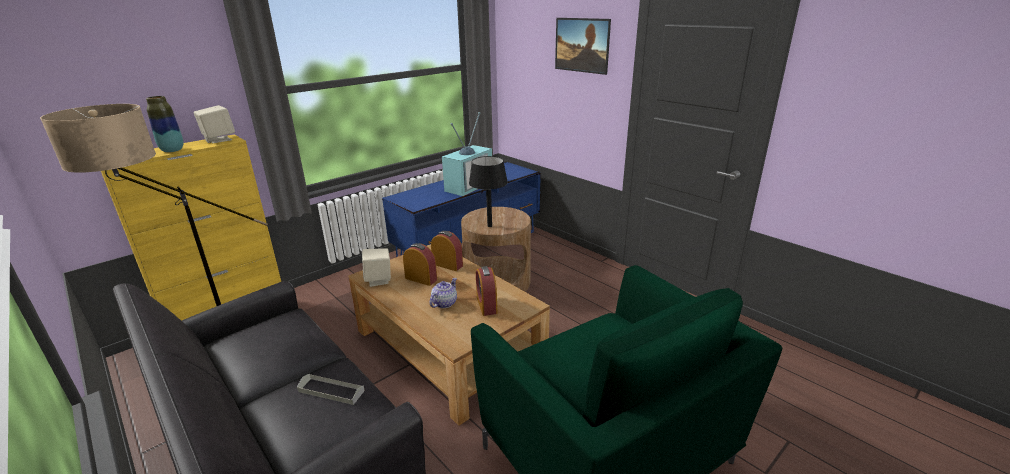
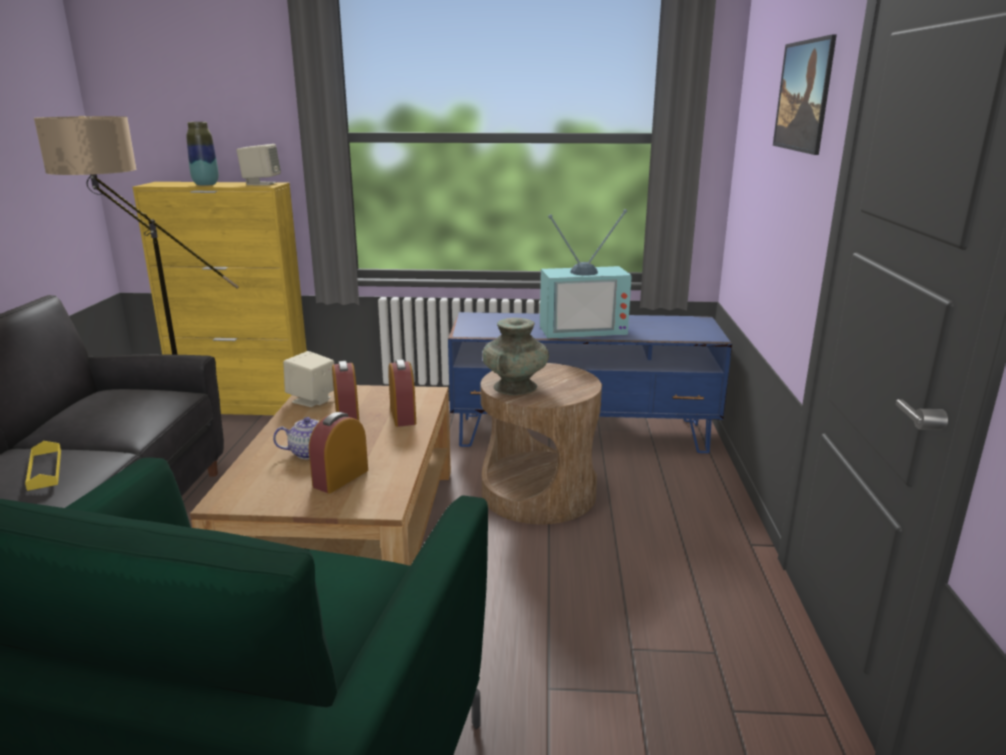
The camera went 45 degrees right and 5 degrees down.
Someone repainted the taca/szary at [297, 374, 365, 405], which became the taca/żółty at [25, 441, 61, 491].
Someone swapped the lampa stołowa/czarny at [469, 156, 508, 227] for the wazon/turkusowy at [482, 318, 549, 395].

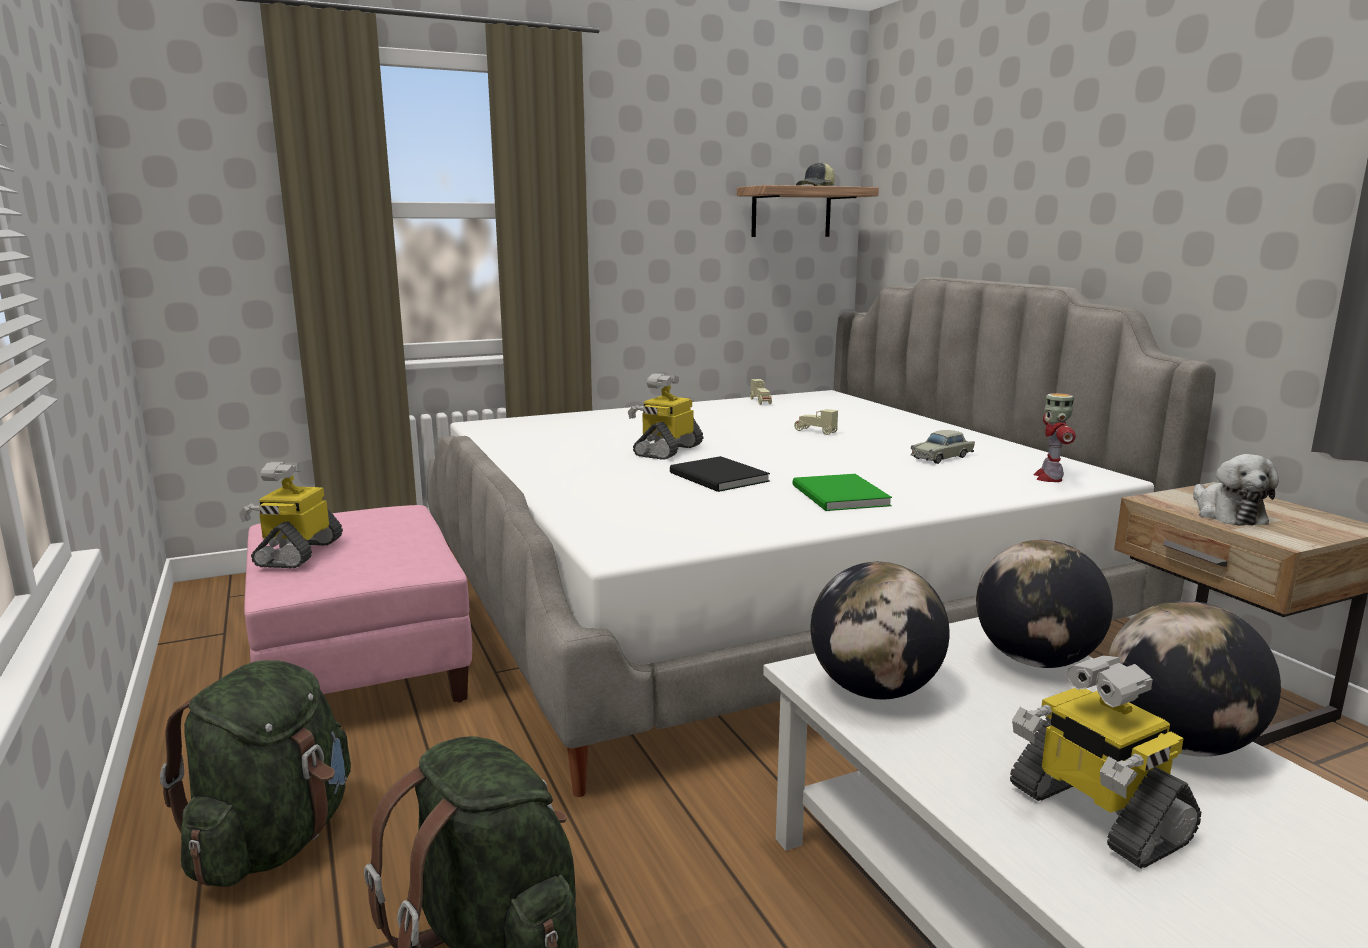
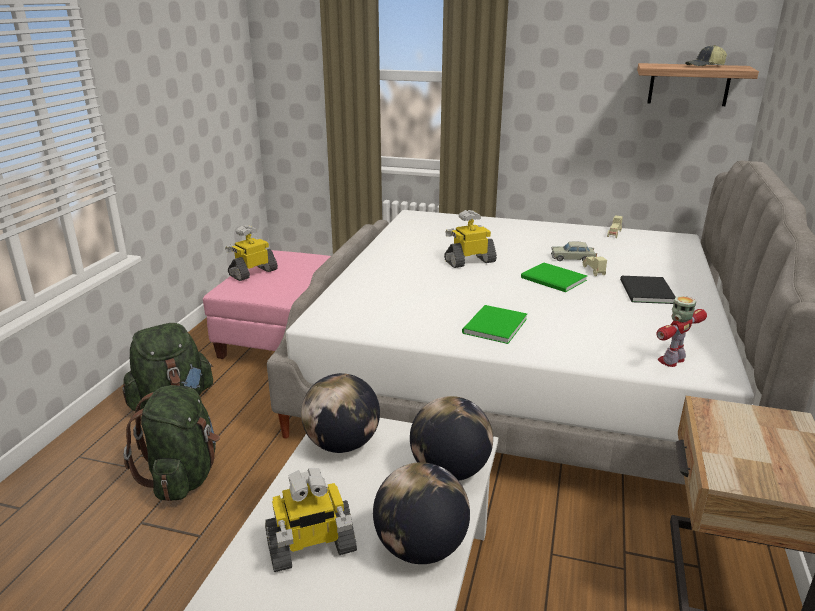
The camera went 40 degrees right and 10 degrees up.
Someone rotated the robot zabawkowy at [1010, 655, 1201, 869] by 120 degrees counterclockwise.
Someone put down the książka/zielony at [521, 263, 587, 292].
Someone carried the samochodzik/beżowy from [911, 430, 975, 464] to [551, 242, 597, 261].
Someone carried the książka/czarny from [670, 456, 770, 492] to [620, 276, 675, 304].
Someone took away the pluszak at [1193, 454, 1279, 526].

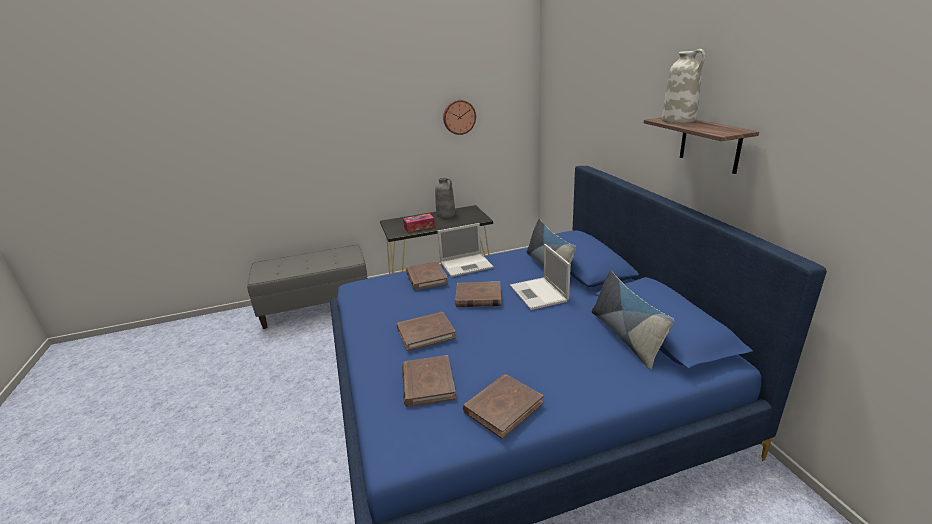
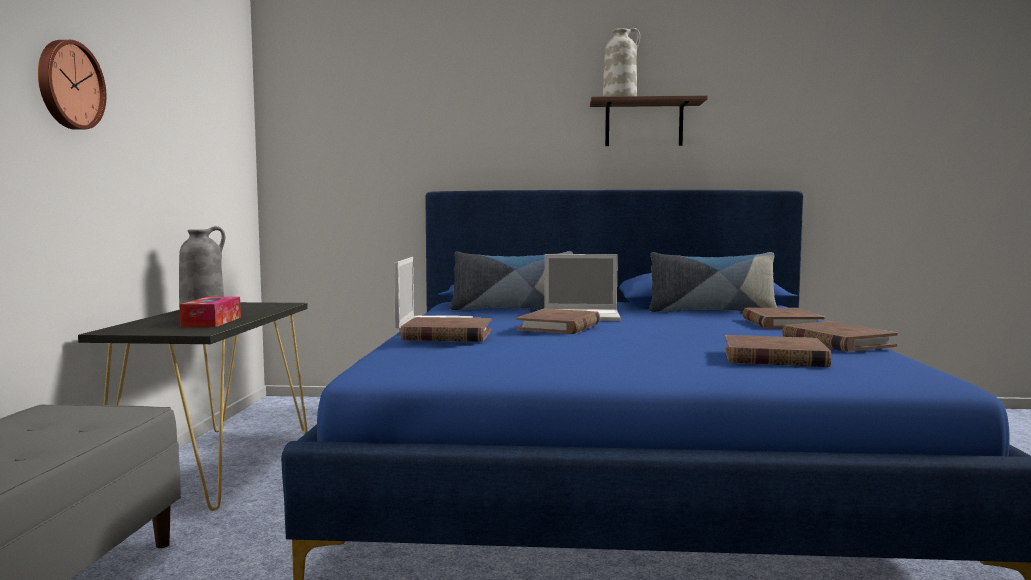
The camera went 70 degrees left and 20 degrees down.
Someone carried the zegar ścienny from [443, 100, 476, 135] to [38, 40, 106, 130].
Someone carried the książka/brązowy from [397, 312, 456, 351] to [742, 308, 825, 329].

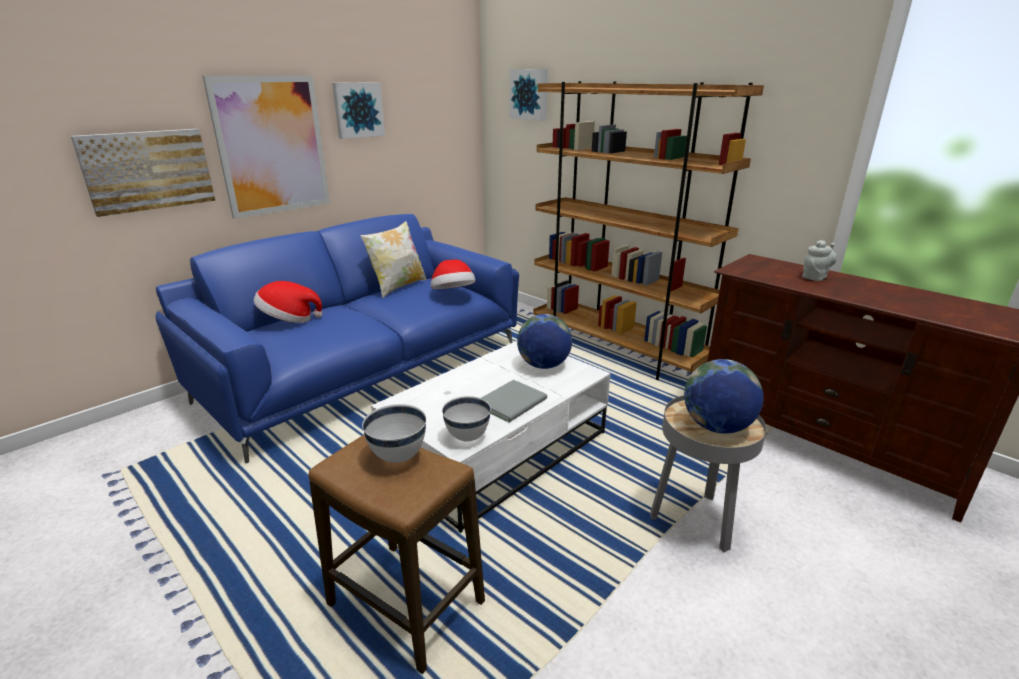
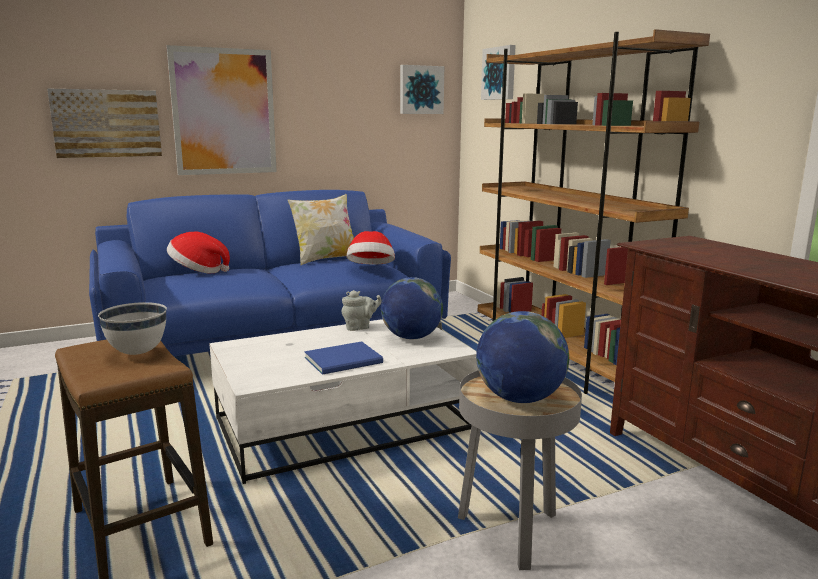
The camera went 20 degrees right and 10 degrees down.
Someone repainted the książka/szary at [482, 380, 547, 422], which became the książka/niebieski at [304, 341, 383, 375].
Someone carried the imbryk/szary from [802, 240, 837, 281] to [341, 290, 382, 331].
Someone carried the obraz from [332, 82, 385, 139] to [400, 65, 444, 114].
Someone took away the miska/biały at [442, 396, 491, 441].

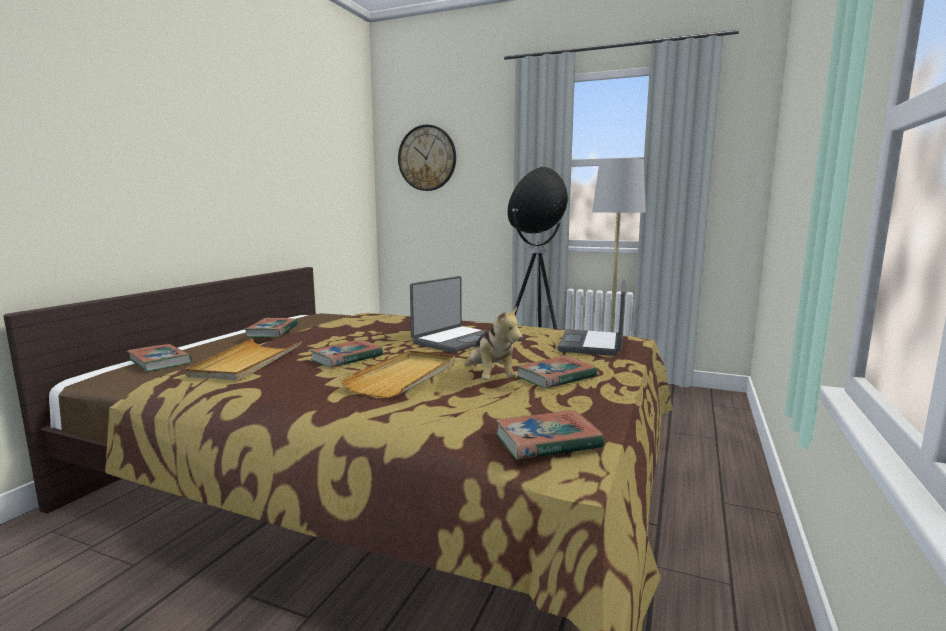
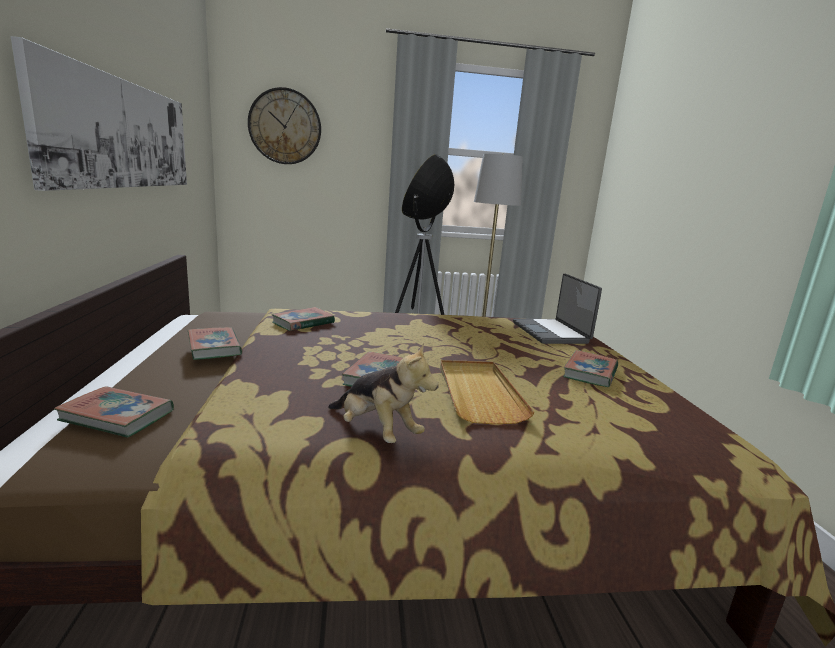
The camera went 30 degrees left and 5 degrees up.
Someone put up the obraz at [11, 36, 187, 191].
Someone carried the książka from [496, 410, 604, 460] to [271, 307, 335, 331].
Someone carried the pluszak from [463, 306, 523, 380] to [328, 343, 439, 443].
Someone took away the taca/beżowy at [185, 339, 302, 381].
Someone took away the laptop at [410, 276, 485, 353].

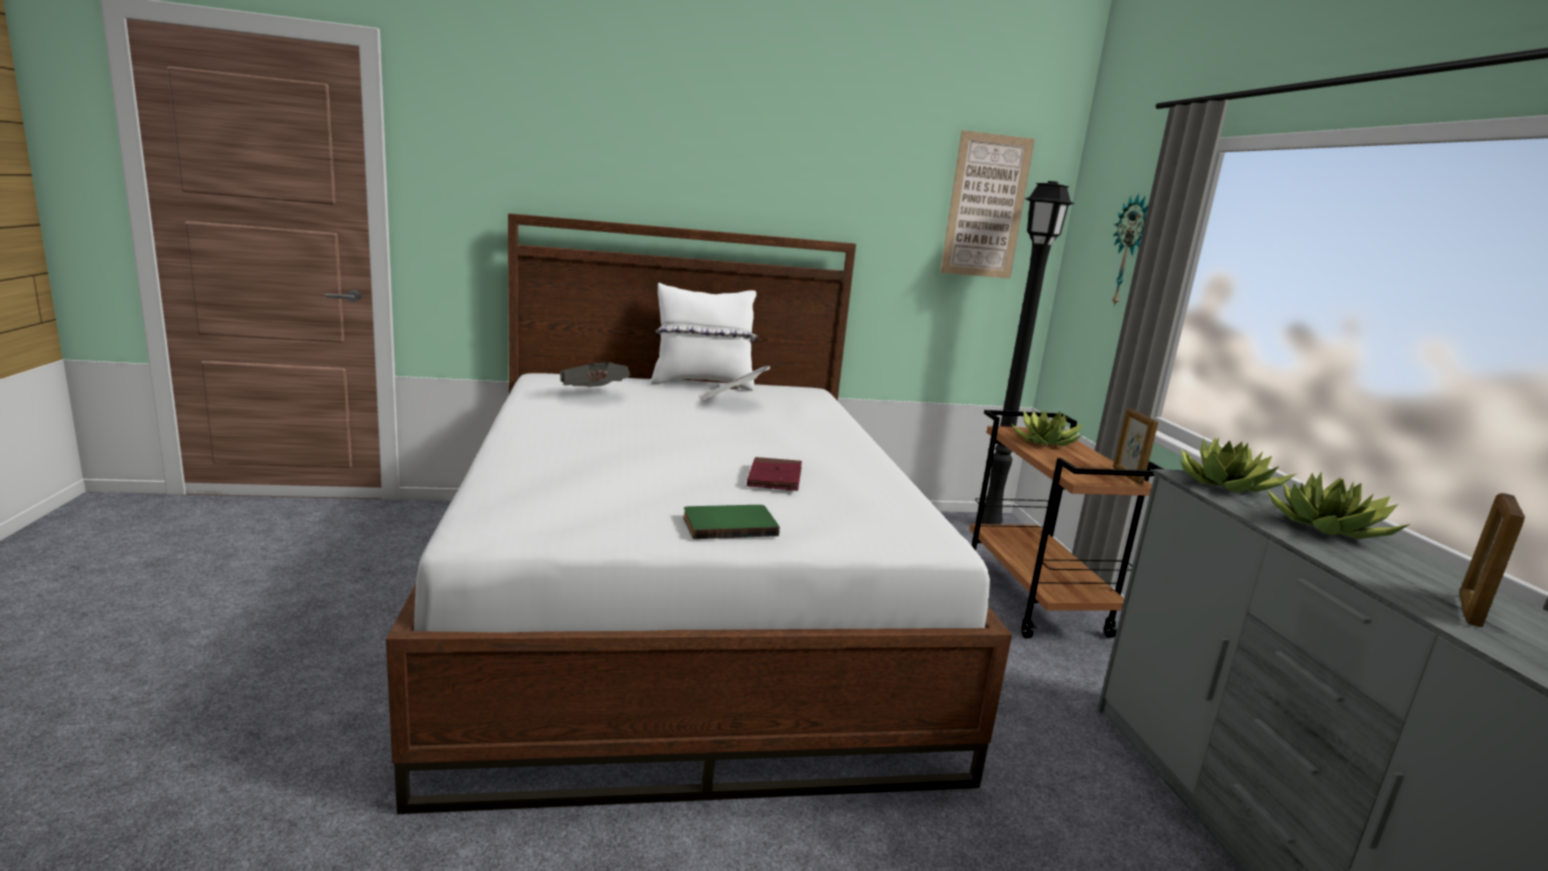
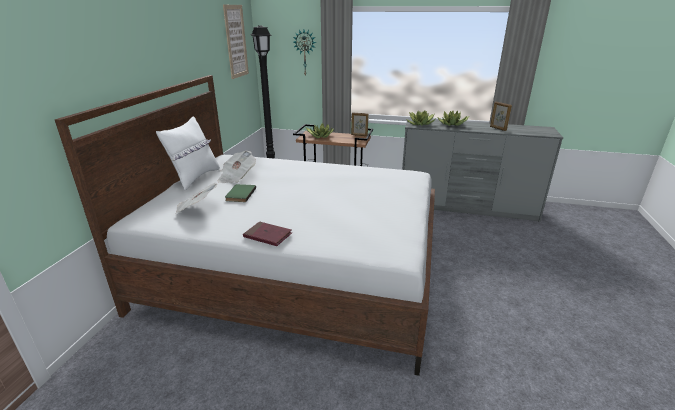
The camera went 65 degrees left and 10 degrees up.
Someone carried the książka/zielony from [683, 505, 780, 539] to [225, 184, 256, 202].
Someone carried the książka/czerwony from [747, 457, 802, 491] to [243, 222, 292, 246].

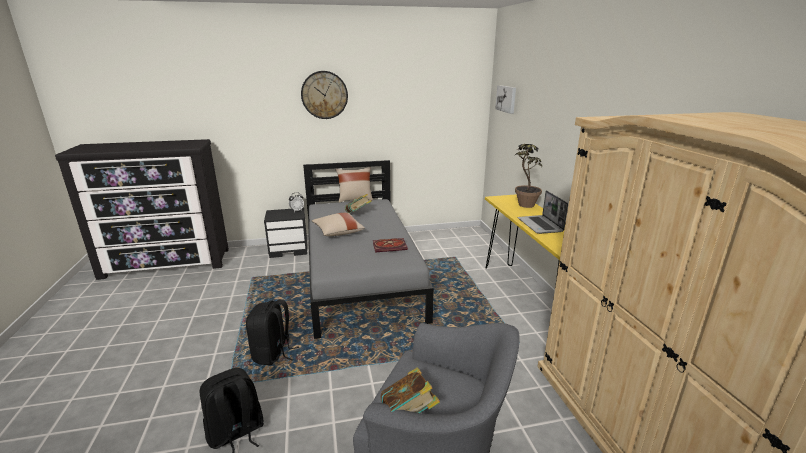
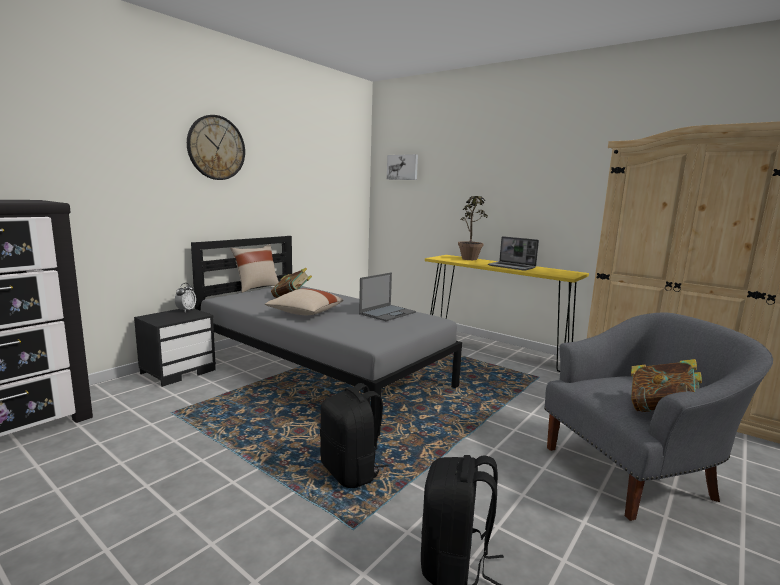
The camera went 40 degrees left and 10 degrees down.
Someone swapped the książka at [373, 238, 408, 252] for the laptop at [359, 272, 416, 321].

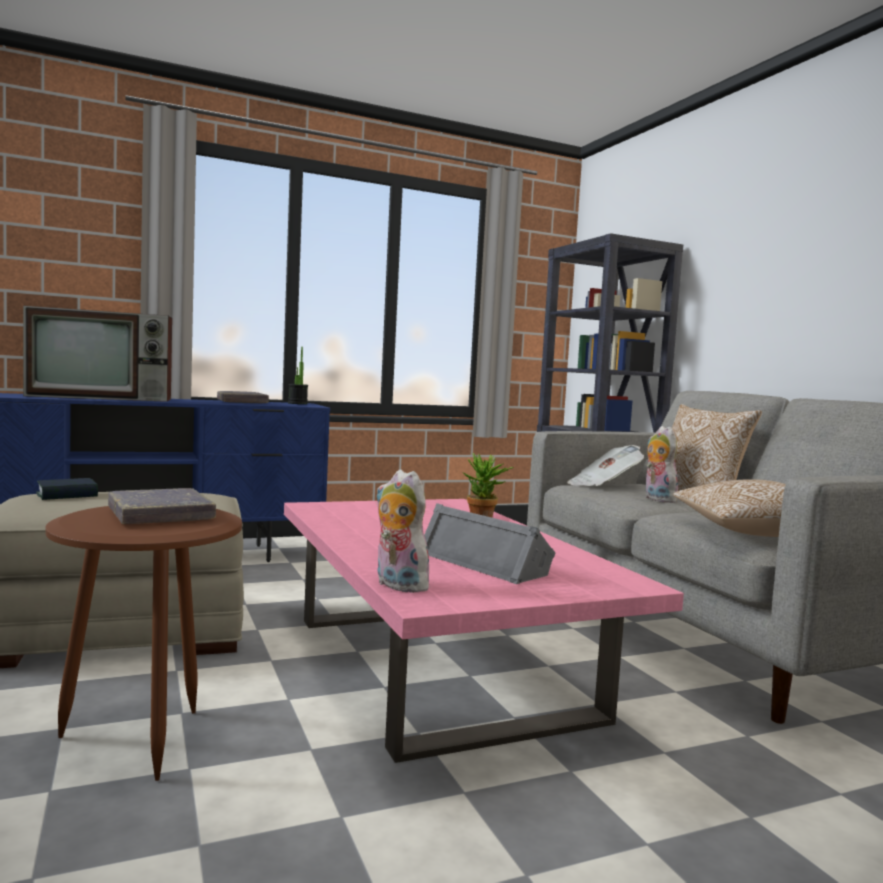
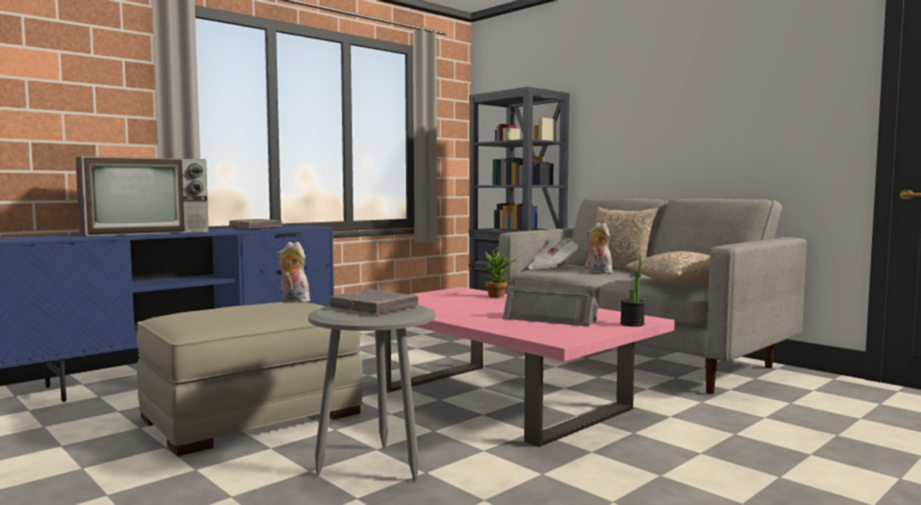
The camera went 20 degrees left and 0 degrees up.
Someone carried the pluszak from [376, 470, 429, 593] to [276, 242, 310, 303].
Someone repainted the stolik/brązowy at [46, 506, 242, 781], which became the stolik/szary at [308, 305, 435, 481].
Someone carried the roślina doniczkowa from [288, 347, 308, 404] to [620, 256, 645, 327].
Someone took away the książka at [36, 478, 98, 500].

